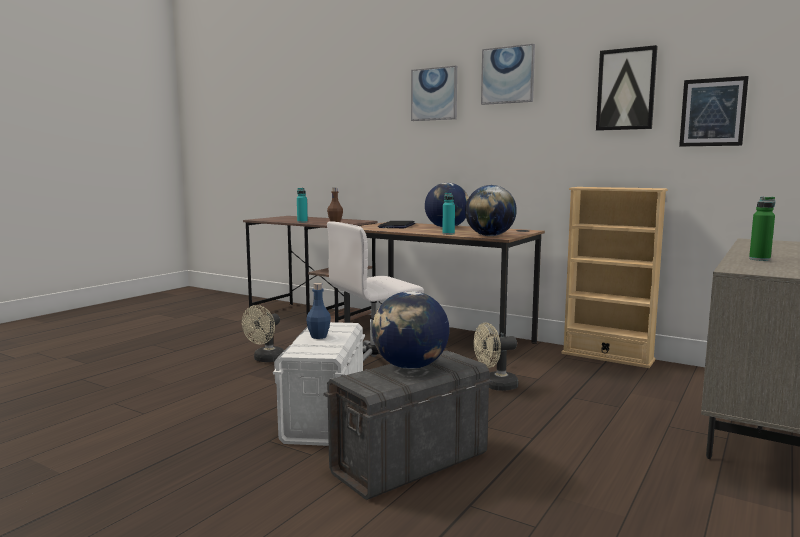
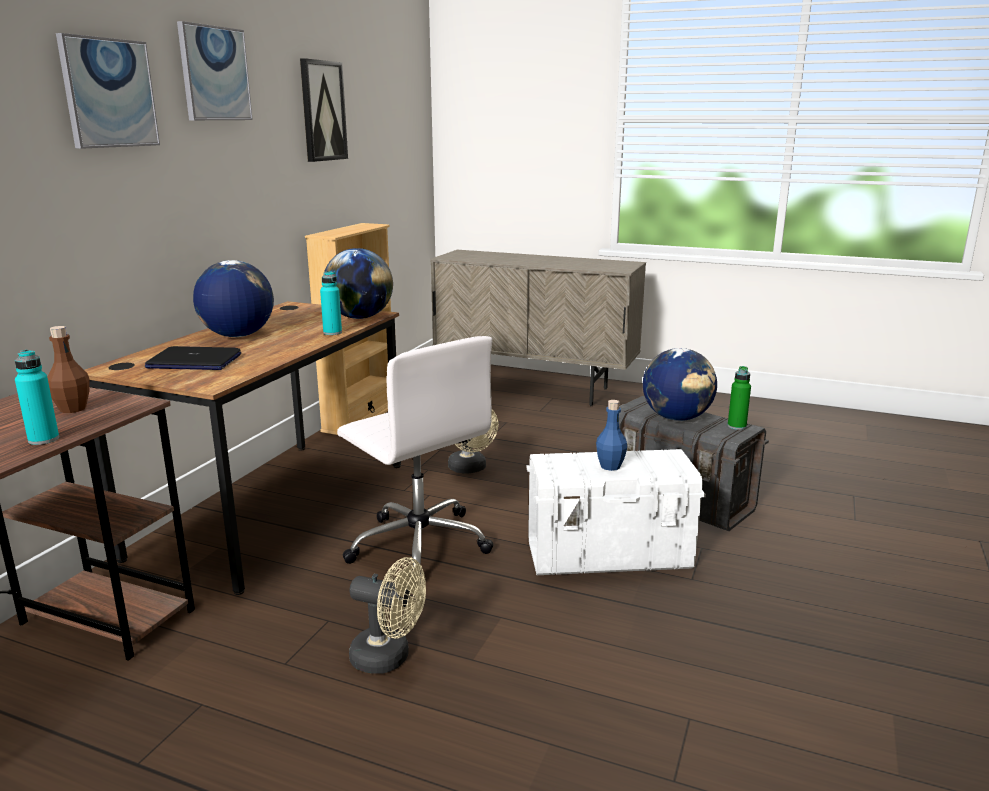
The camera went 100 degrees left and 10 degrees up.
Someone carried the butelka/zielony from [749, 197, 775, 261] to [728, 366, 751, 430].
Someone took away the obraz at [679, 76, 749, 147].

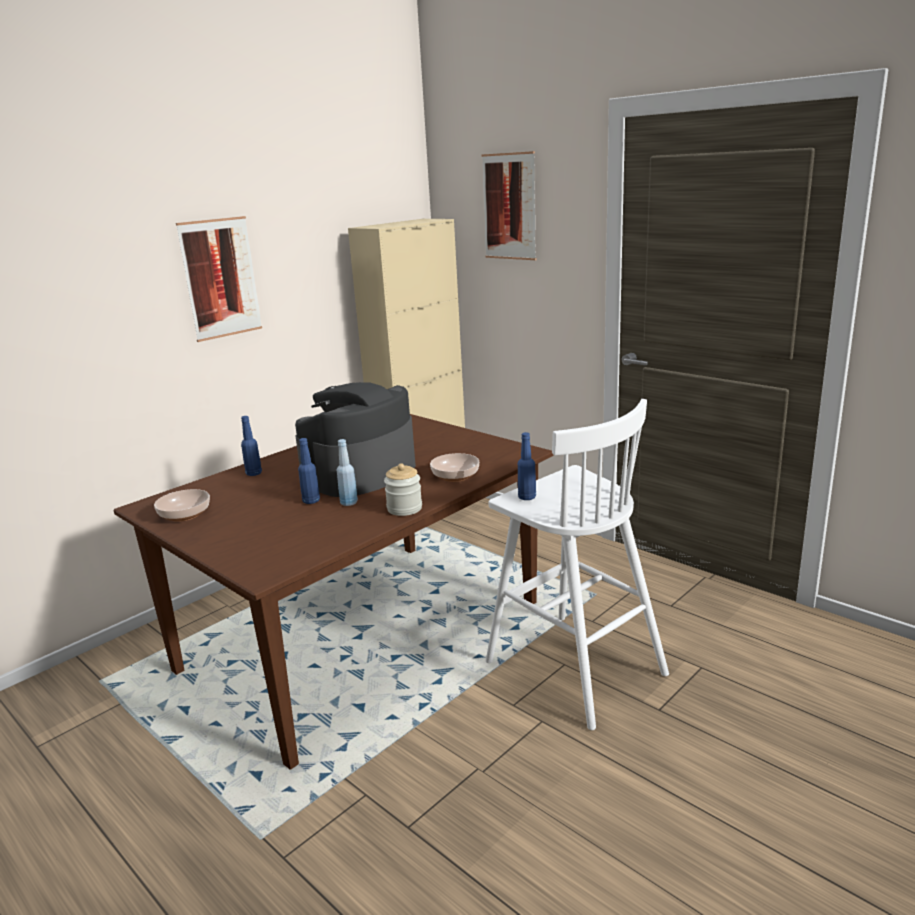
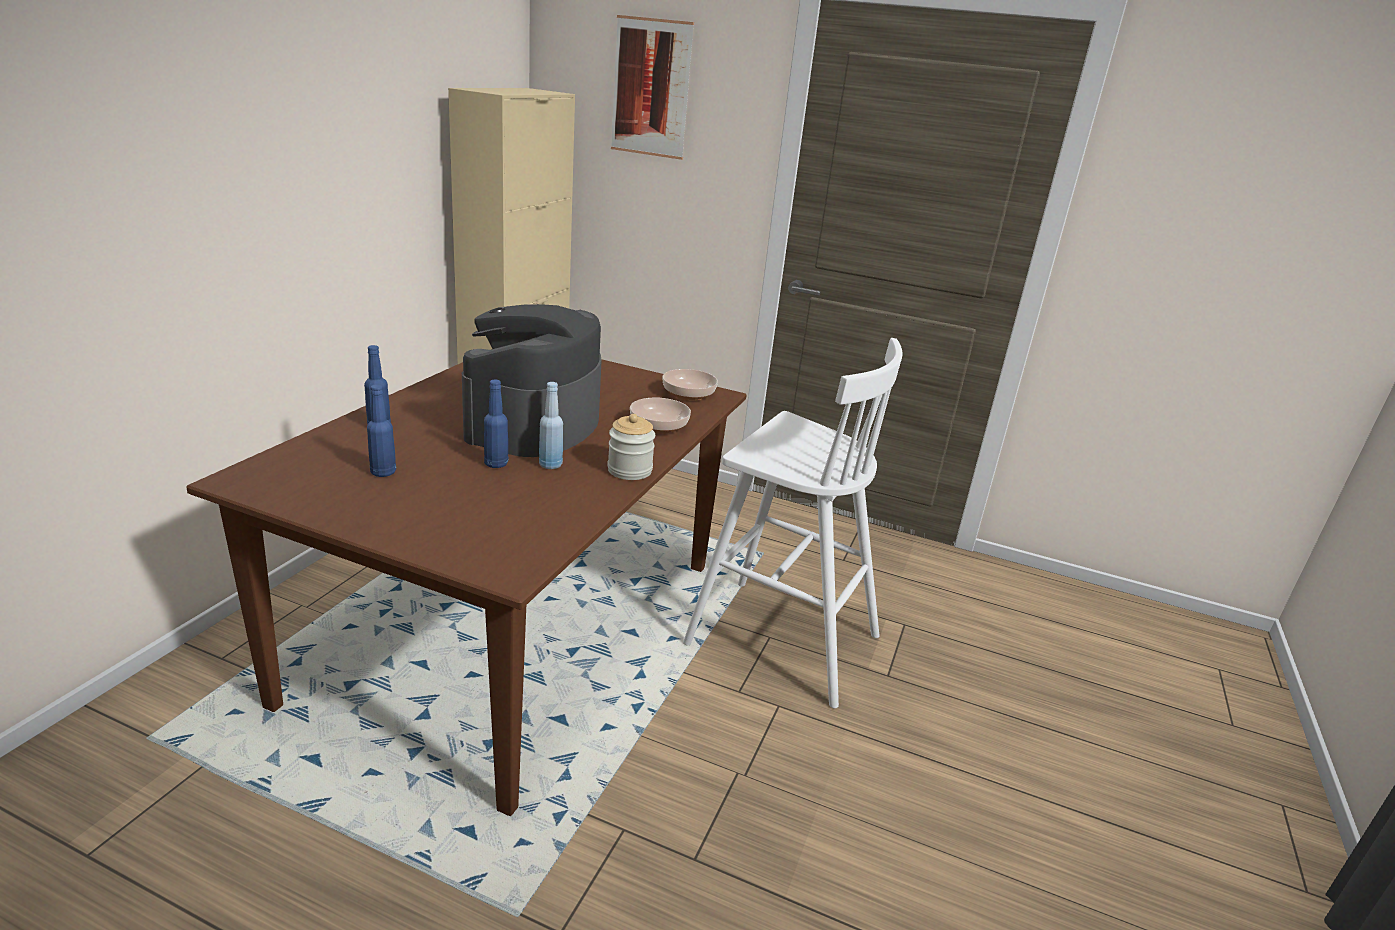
The camera went 25 degrees left and 5 degrees up.
Someone carried the butelka/niebieski from [518, 432, 536, 500] to [367, 384, 396, 477].
Someone carried the miska from [154, 489, 210, 522] to [663, 369, 718, 401].
Someone took away the obraz at [176, 216, 262, 342].

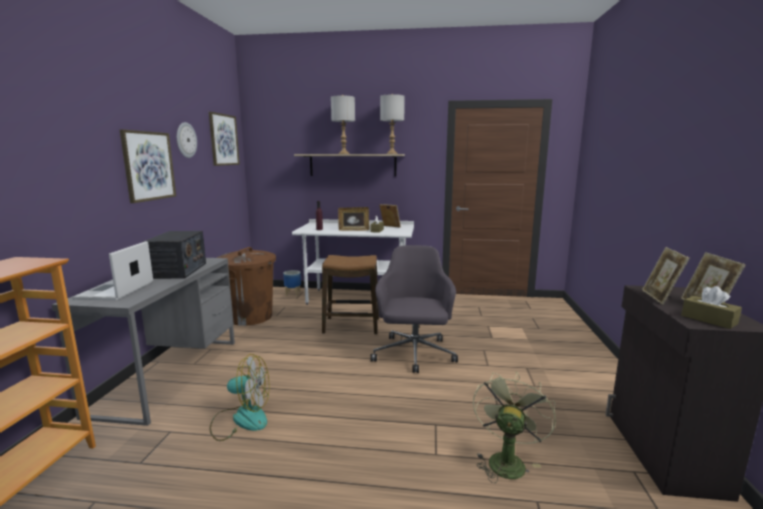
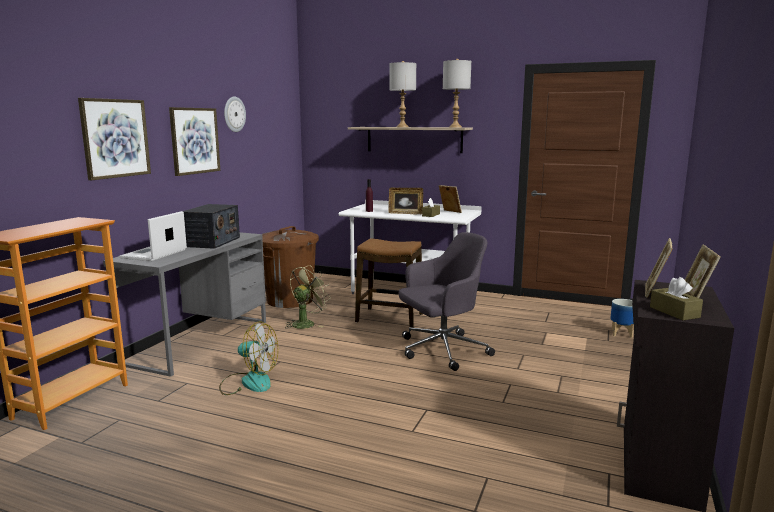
The camera went 15 degrees right and 0 degrees up.
Someone carried the obraz from [209, 112, 240, 166] to [78, 98, 151, 180].
Someone carried the wentylator/zielony from [473, 372, 556, 483] to [286, 265, 331, 329].
Someone rotated the krzesło biurowe/szary at [370, 245, 458, 373] by 45 degrees clockwise.
Someone carried the donica from [283, 270, 301, 296] to [610, 299, 634, 338].

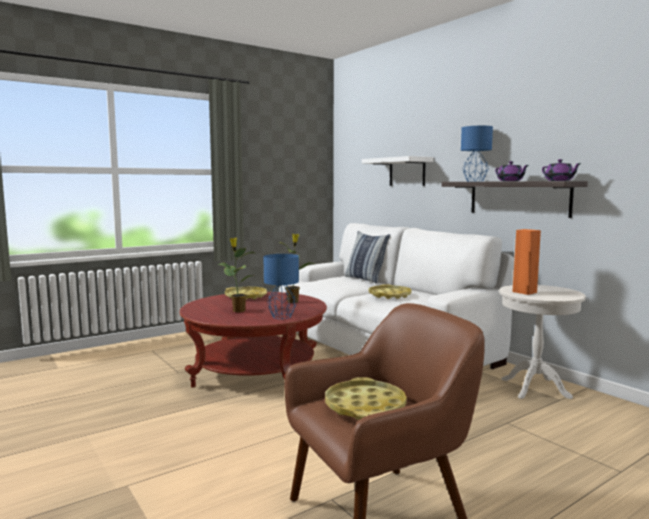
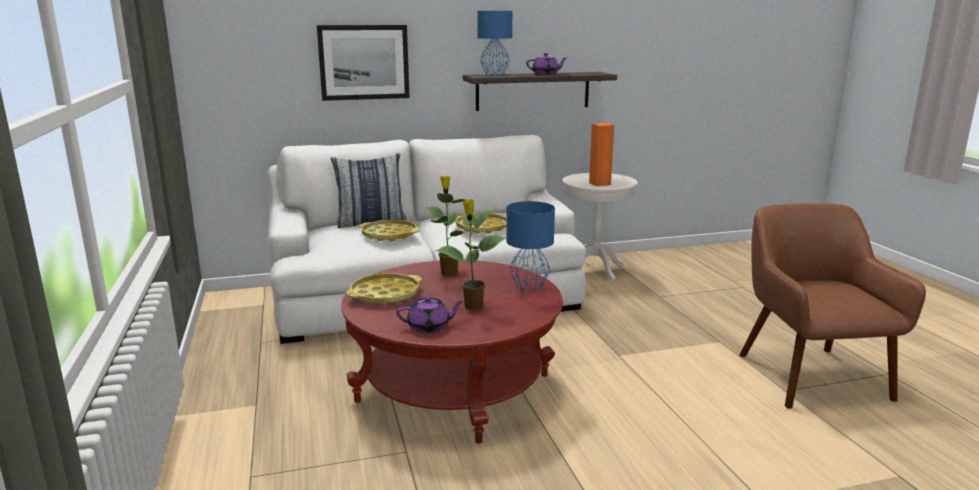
The camera went 70 degrees left and 10 degrees up.
Someone swapped the półka/biały at [362, 156, 433, 186] for the obraz at [317, 25, 410, 101].
Someone carried the taca/żółty from [325, 377, 407, 420] to [359, 220, 420, 242].
Someone carried the imbryk/fioletowy from [542, 159, 581, 181] to [396, 296, 463, 333].

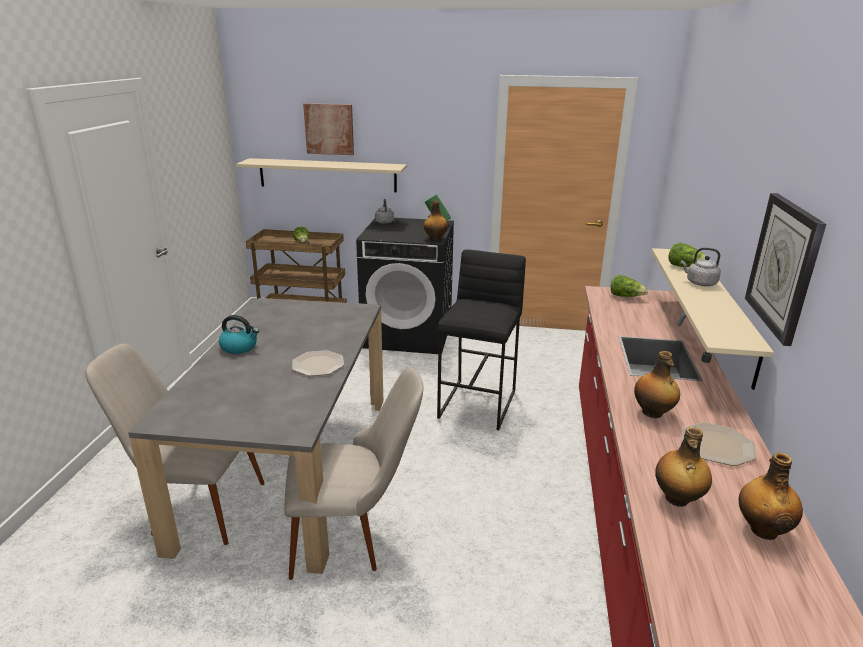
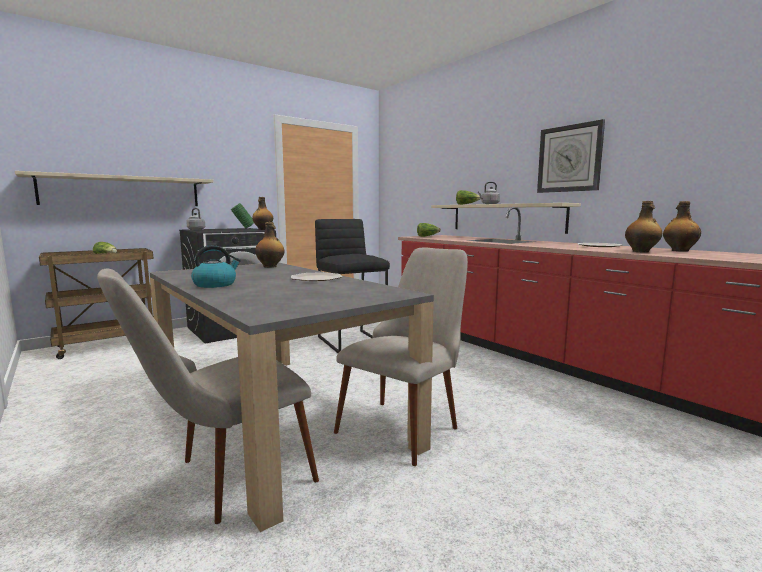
The camera went 45 degrees left and 15 degrees down.
Someone carried the butelka from [634, 351, 680, 418] to [255, 222, 284, 268].
Someone took away the obraz at [303, 103, 354, 155].

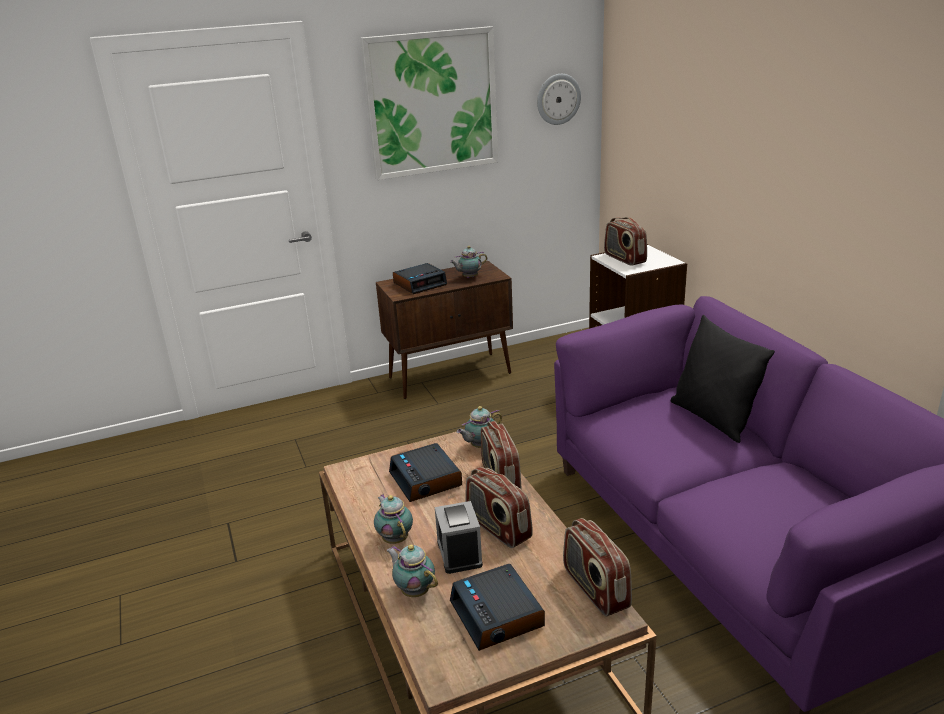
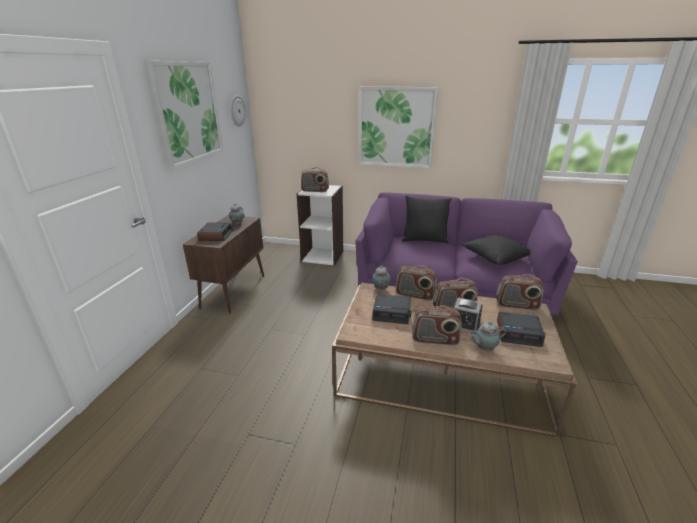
The camera went 55 degrees left and 0 degrees up.
Someone put up the obraz at [359, 87, 438, 168].
Someone swapped the imbryk at [374, 494, 413, 544] for the radio at [412, 305, 462, 345].
Someone put down the poduszka/czarny at [461, 235, 530, 265].

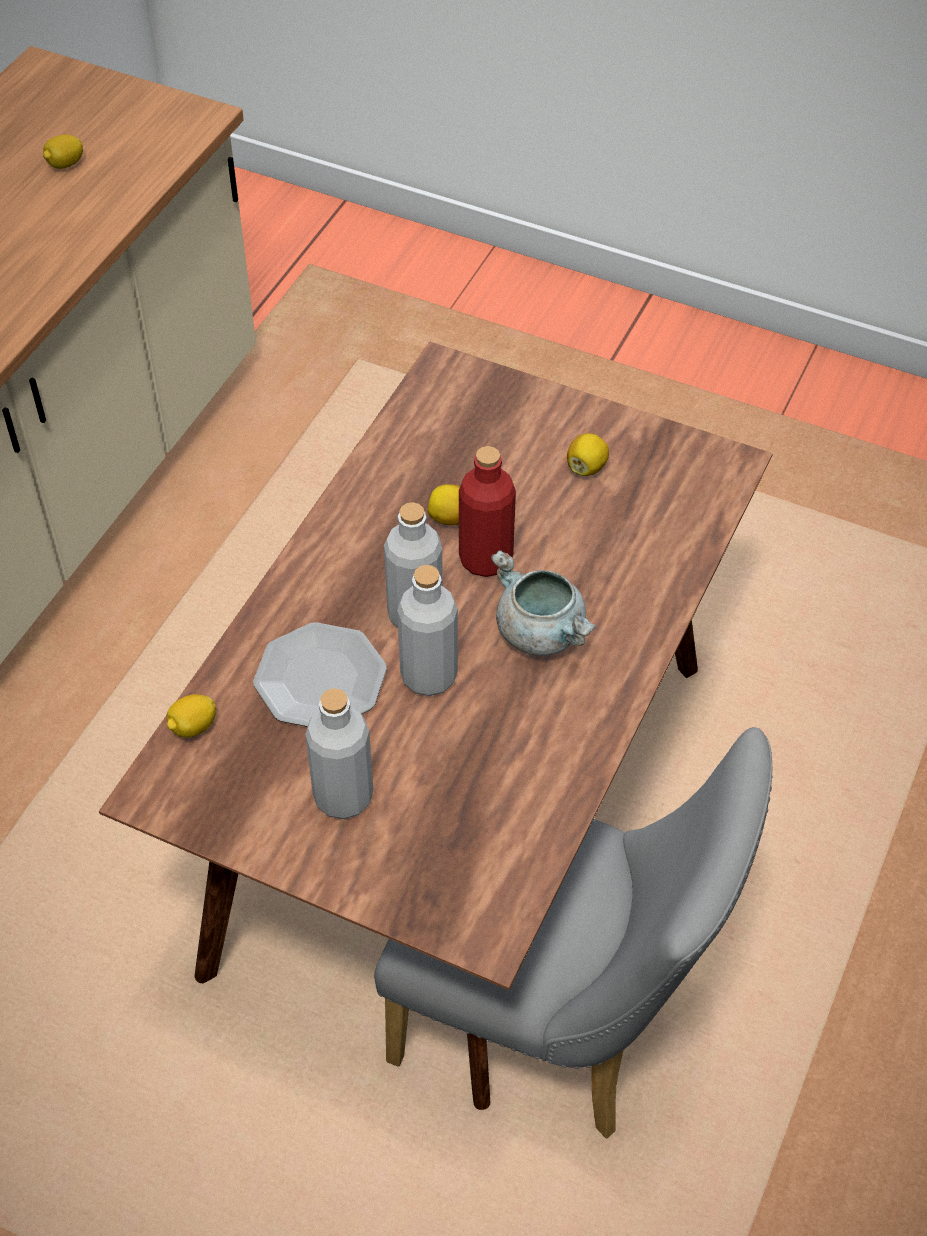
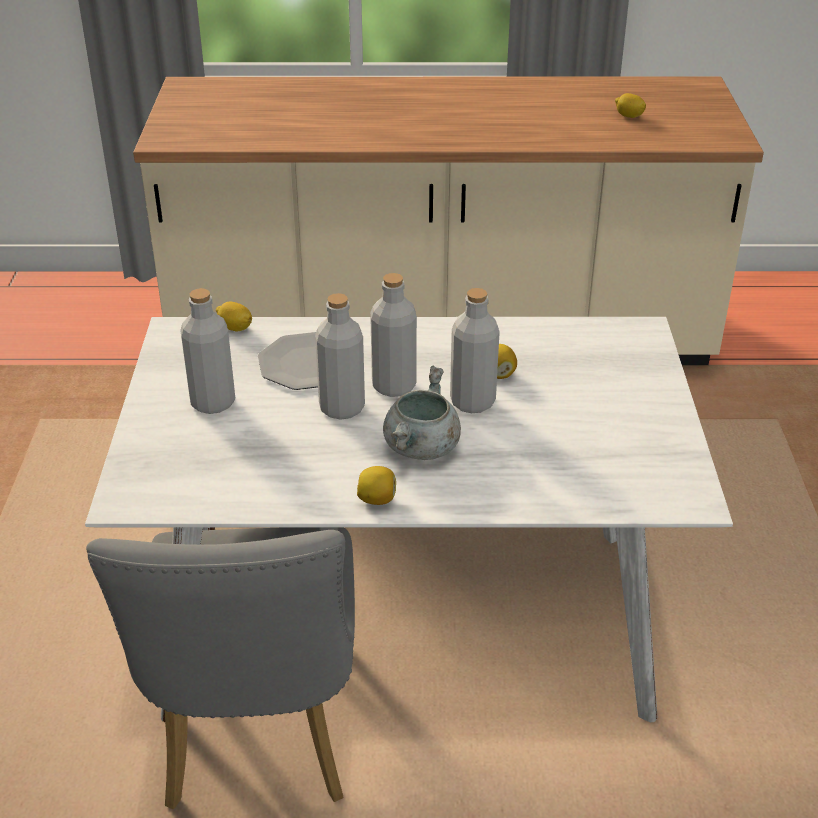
The camera went 65 degrees right and 15 degrees down.
Someone repainted the stół jadalny/brązowy at [99, 342, 773, 1110], which became the stół jadalny/biały at [85, 317, 733, 722].
Someone carried the cytryna from [567, 433, 609, 476] to [357, 466, 396, 505].
Someone repainted the butelka/czerwony at [459, 446, 516, 577], which became the butelka/szary at [450, 288, 500, 413].

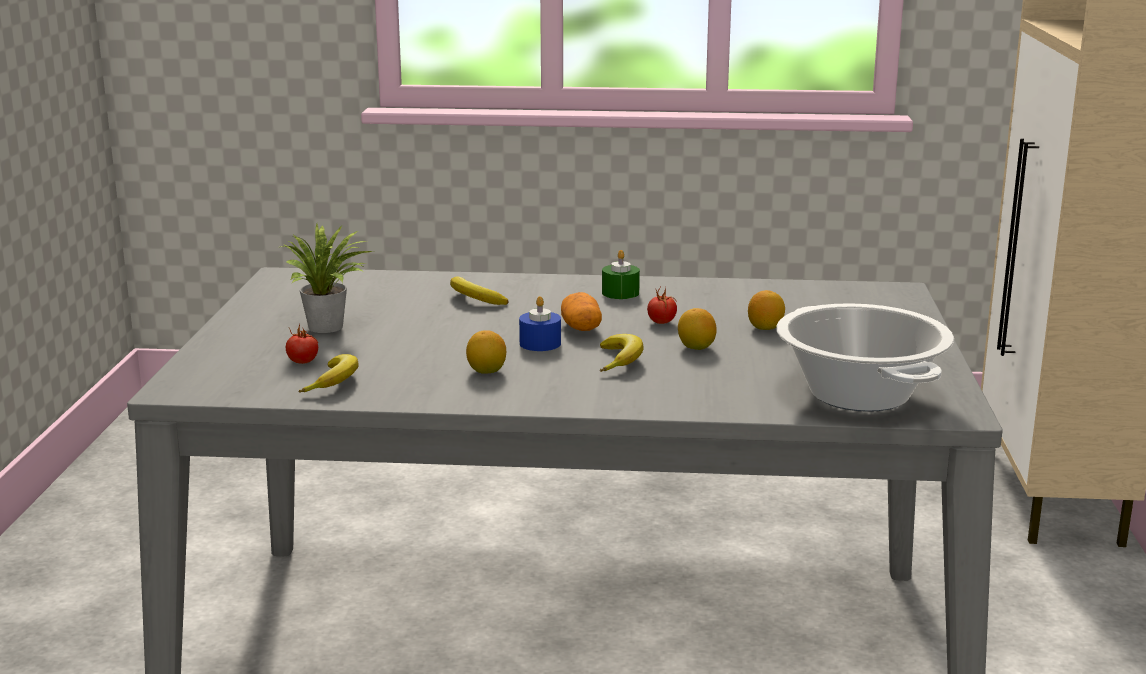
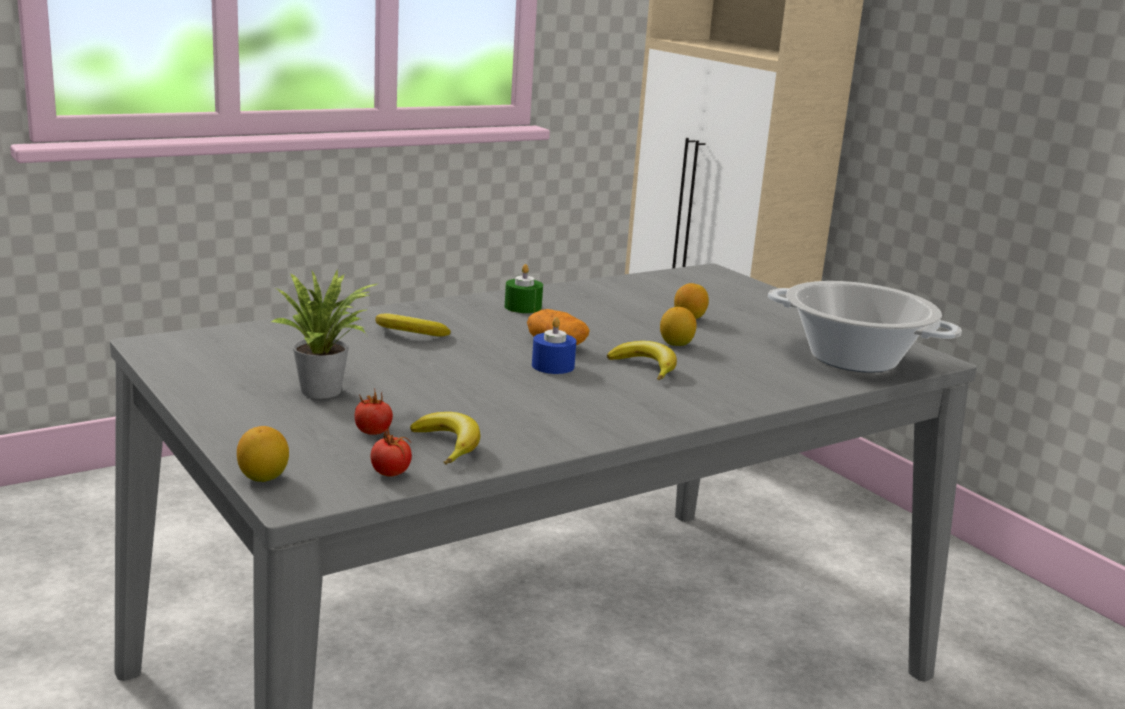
The camera went 40 degrees left and 0 degrees up.
Someone carried the cytryna from [466, 330, 506, 374] to [237, 426, 289, 482].
Someone carried the pomidor from [647, 287, 677, 324] to [370, 426, 412, 477].

